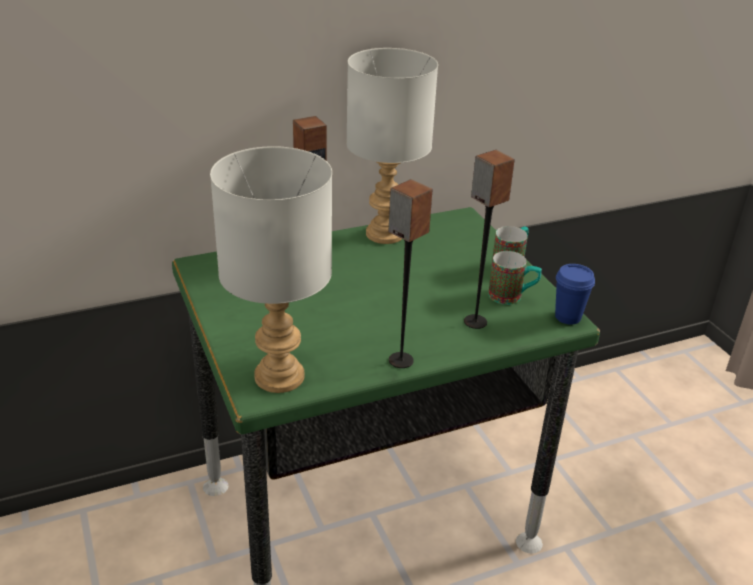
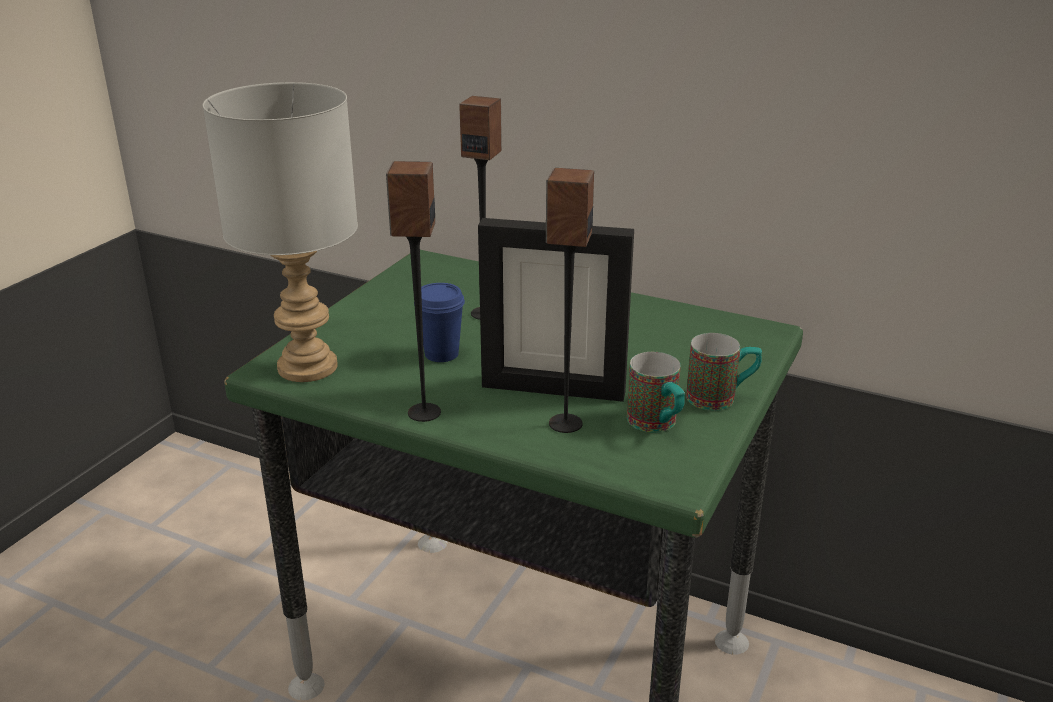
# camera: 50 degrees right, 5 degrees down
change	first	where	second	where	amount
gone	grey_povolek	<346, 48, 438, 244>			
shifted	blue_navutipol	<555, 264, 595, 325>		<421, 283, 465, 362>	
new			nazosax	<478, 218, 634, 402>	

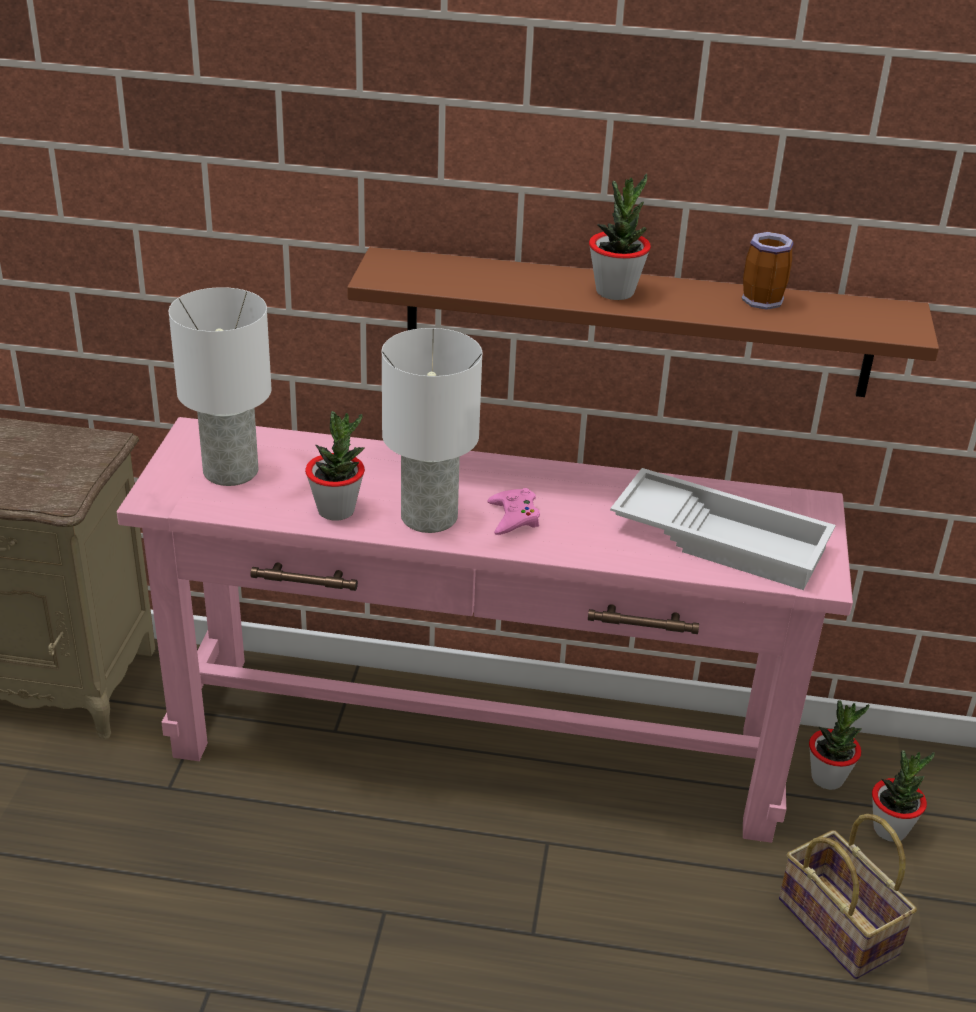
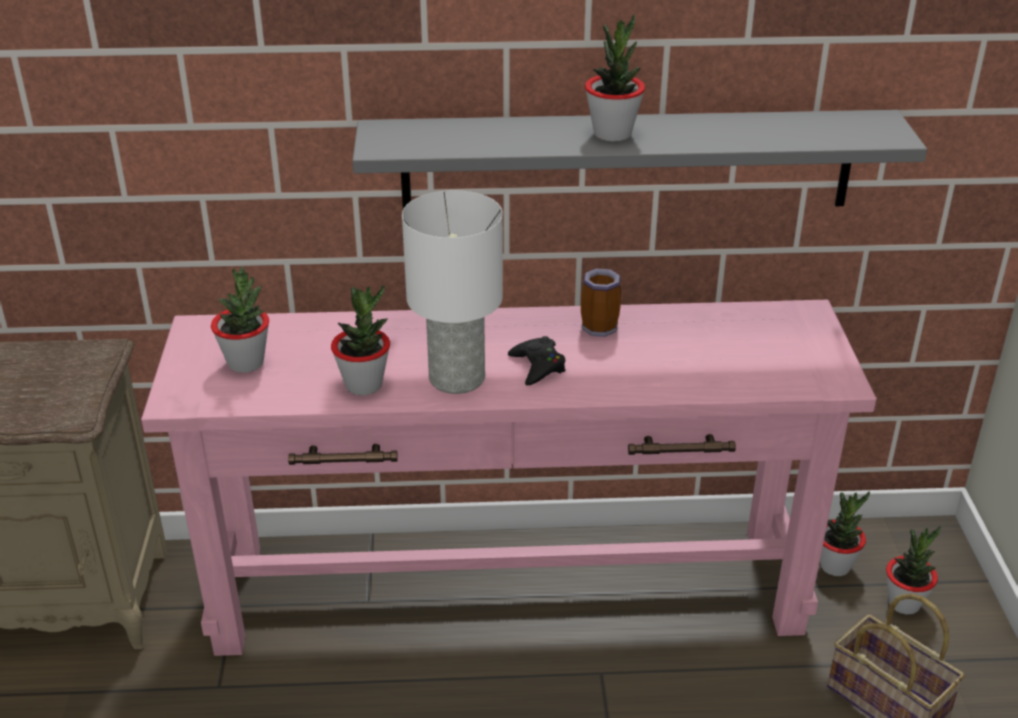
# camera: 10 degrees left, 0 degrees up
change	first	where	second	where	amount
swapped	white_povolek	<169, 287, 271, 486>	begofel	<211, 267, 269, 373>	
repainted	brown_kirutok	<347, 247, 939, 397>	grey_kirutok	<352, 110, 927, 209>	
repainted	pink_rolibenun	<487, 488, 540, 535>	black_rolibenun	<508, 336, 566, 385>	
gone	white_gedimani	<610, 468, 836, 590>			
shifted	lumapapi	<742, 232, 794, 310>		<581, 268, 621, 337>	

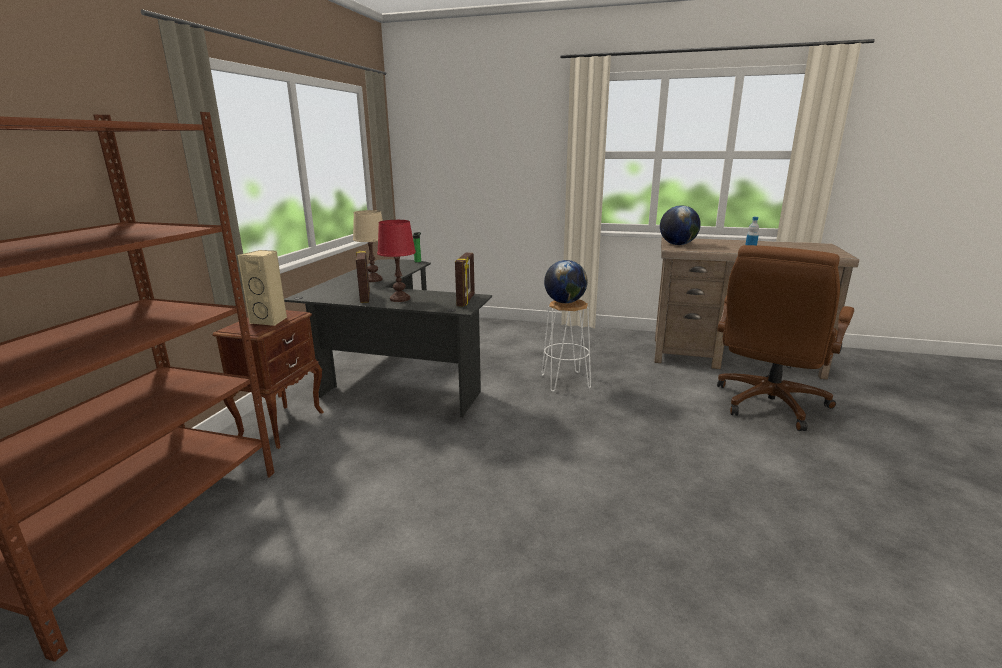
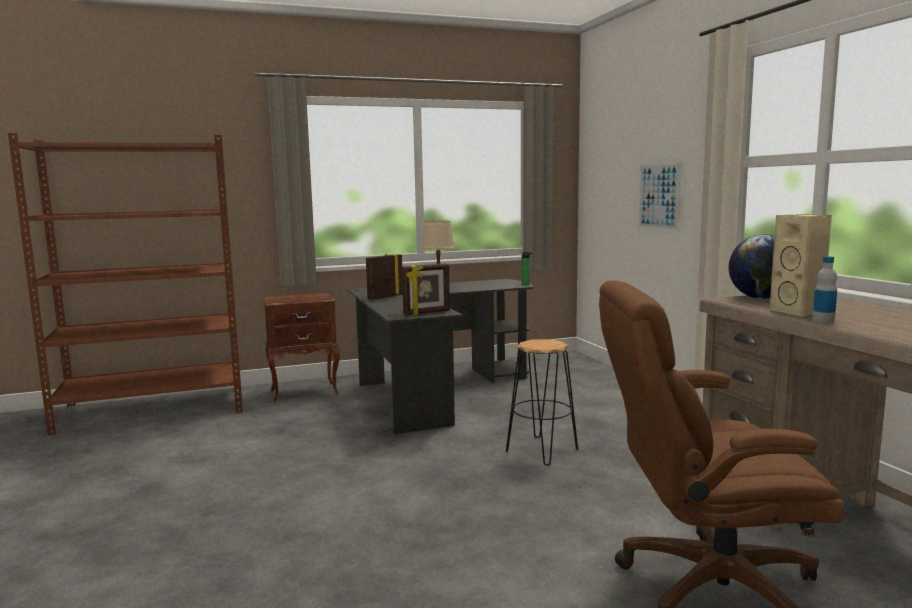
# camera: 55 degrees right, 10 degrees down
change	first	where	second	where	amount
shifted	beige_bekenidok	<238, 250, 287, 326>		<769, 214, 832, 317>	
gone	red_povolek	<377, 220, 416, 302>			
repainted	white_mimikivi	<541, 300, 591, 392>	black_mimikivi	<506, 339, 578, 466>	
gone	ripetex	<544, 260, 588, 303>			
new			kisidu	<638, 162, 681, 231>	

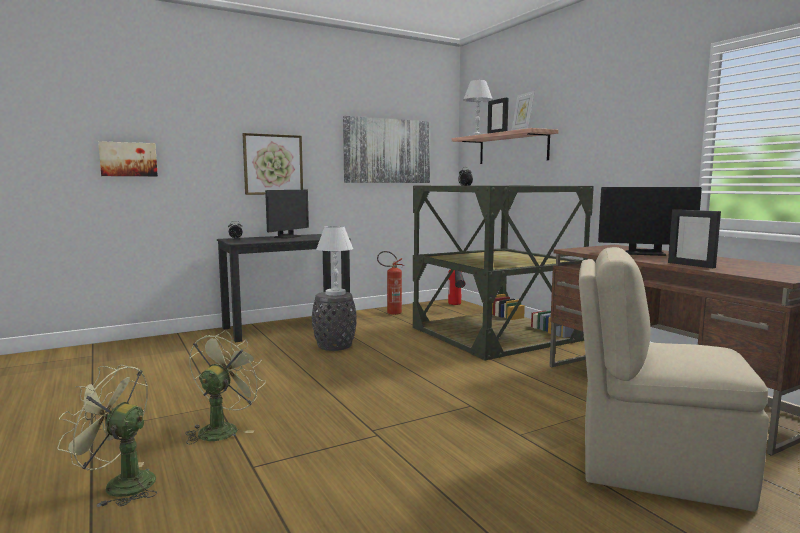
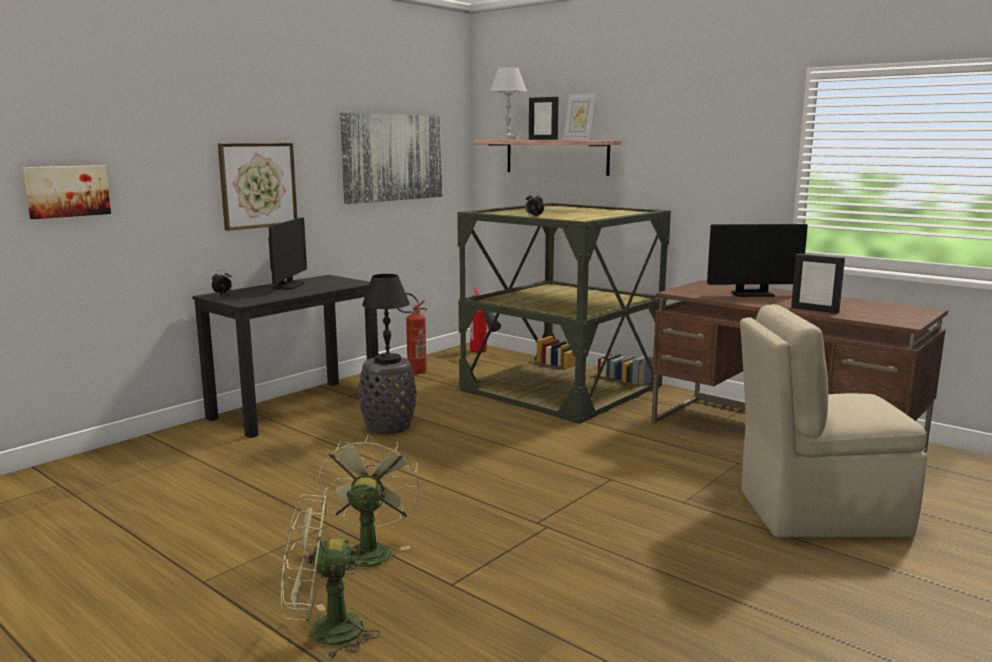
# camera: 20 degrees left, 5 degrees up
change	first	where	second	where	amount
repainted	white_povolek	<317, 226, 353, 296>	black_povolek	<362, 274, 410, 364>	

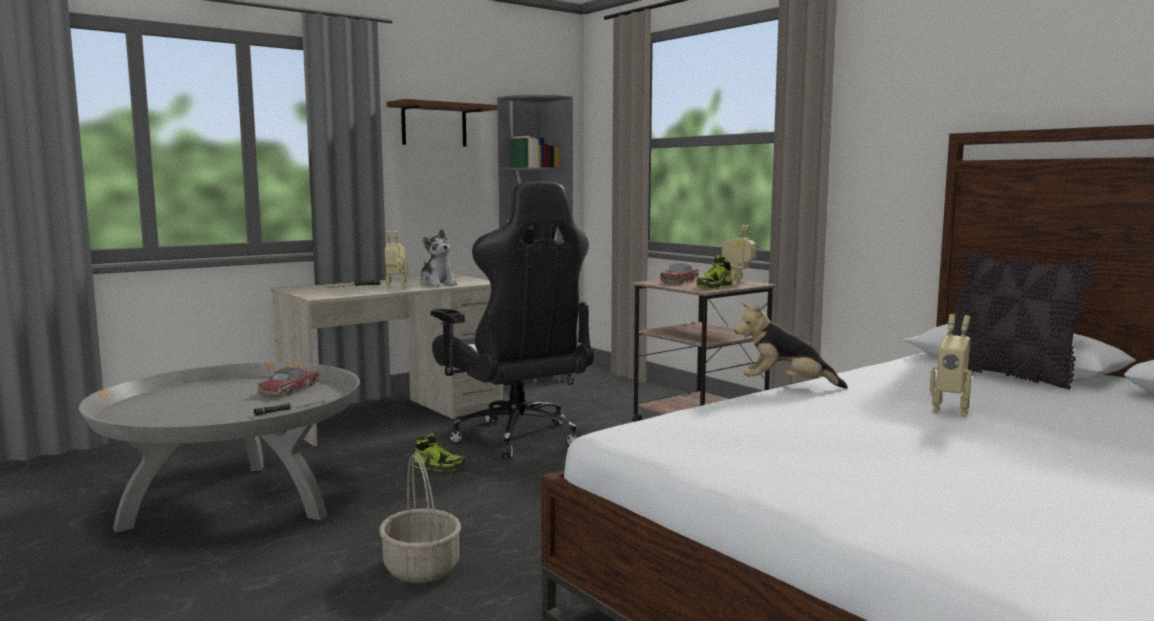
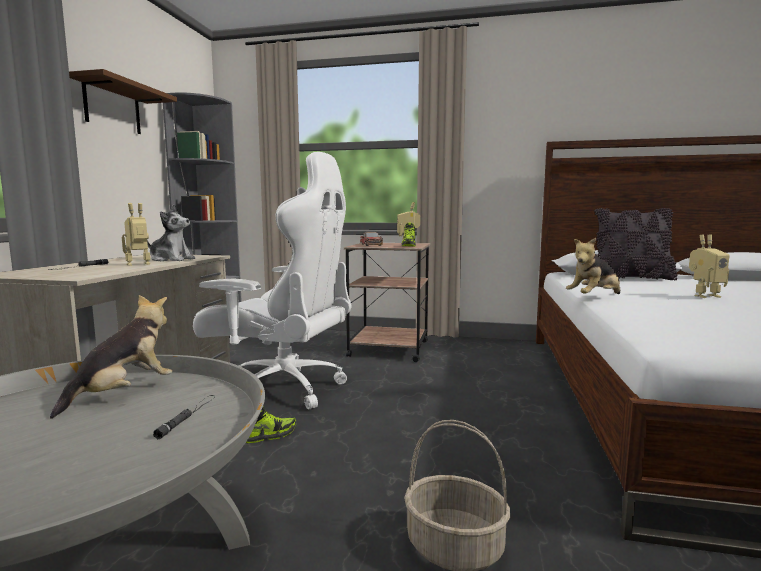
# camera: 40 degrees left, 0 degrees up
change	first	where	second	where	amount
swapped	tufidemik	<258, 367, 319, 396>	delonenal	<50, 295, 172, 419>	
repainted	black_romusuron	<430, 181, 594, 458>	white_romusuron	<193, 152, 351, 409>	

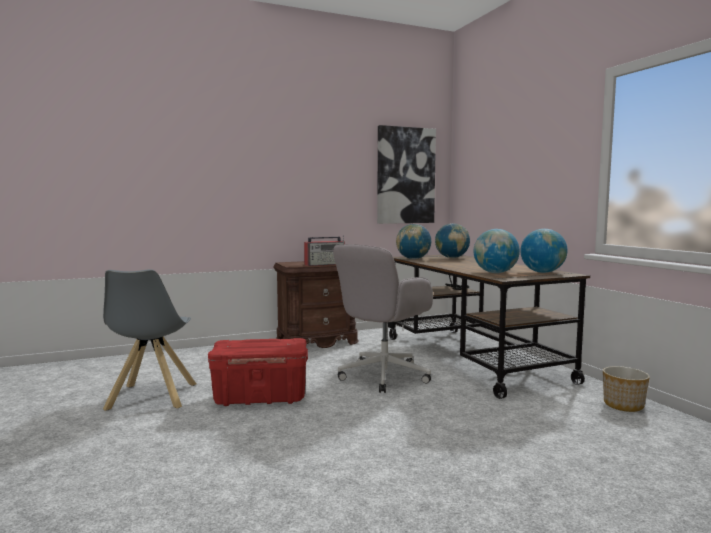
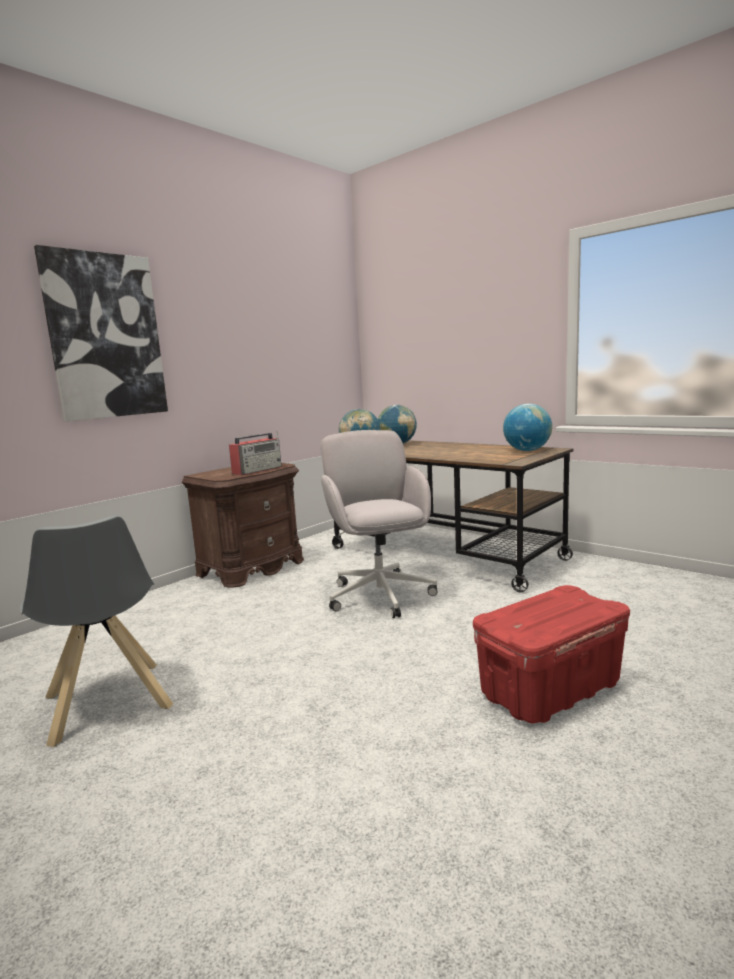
# camera: 25 degrees left, 5 degrees up
change	first	where	second	where	amount
shifted	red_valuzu	<208, 338, 308, 406>		<473, 585, 630, 724>	
rotated	grey_romusuron	<333, 244, 433, 393>		<321, 430, 437, 618>	150 degrees clockwise
shifted	kisidu	<377, 125, 436, 224>		<34, 245, 168, 421>	
gone	ripetex	<474, 229, 520, 273>			
gone	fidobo	<603, 366, 650, 412>			

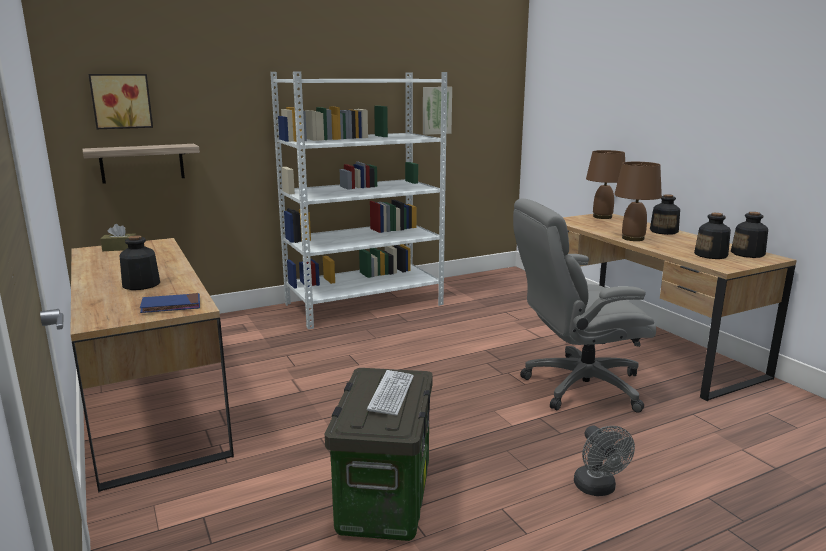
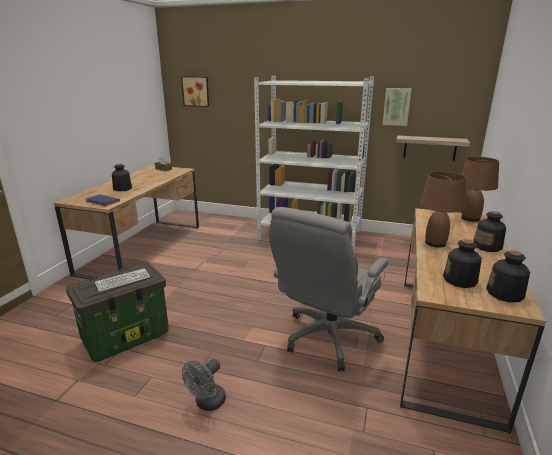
# camera: 45 degrees right, 5 degrees up
change	first	where	second	where	amount
shifted	kirutok	<82, 144, 200, 184>		<396, 136, 470, 161>	
rotated	grey_romusuron	<513, 199, 656, 413>		<269, 207, 389, 371>	90 degrees counterclockwise

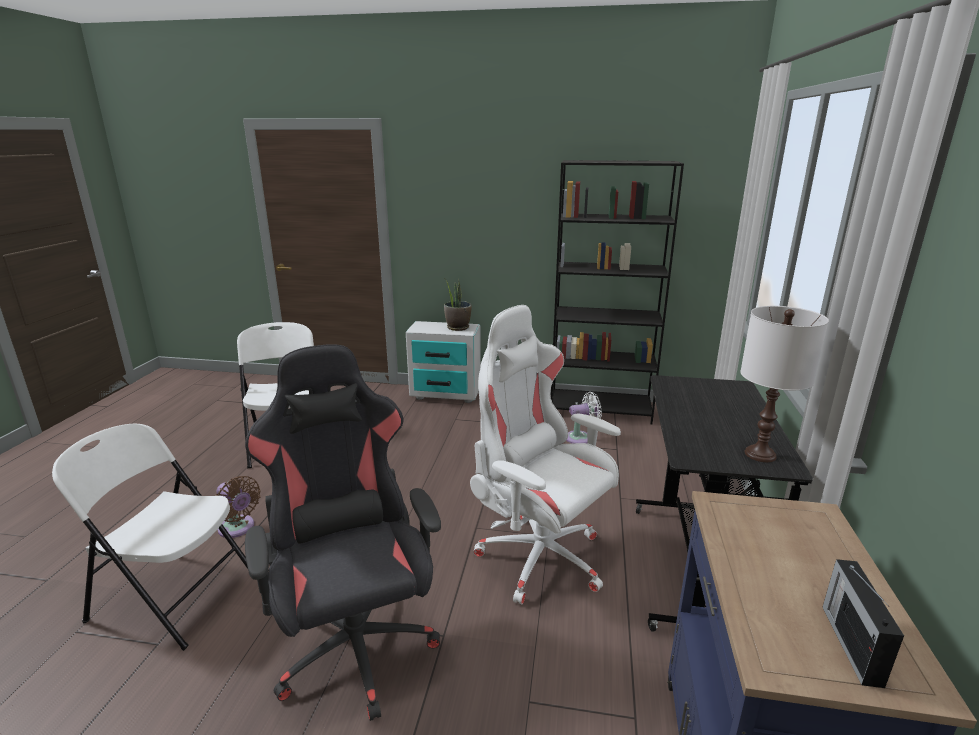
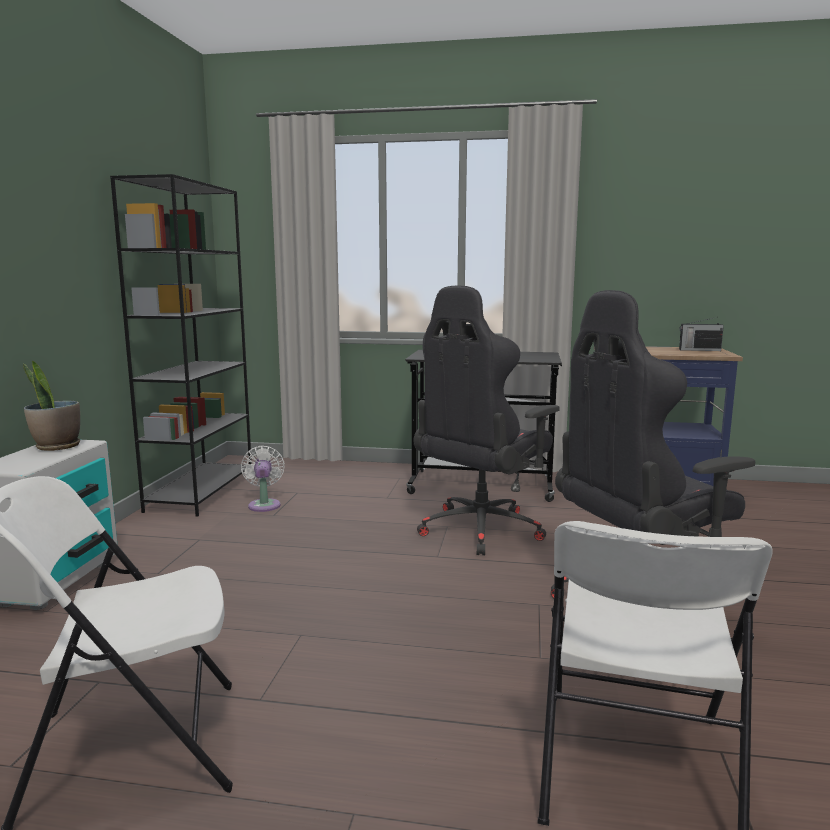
# camera: 90 degrees left, 10 degrees down
change	first	where	second	where	amount
gone	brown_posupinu	<216, 476, 261, 538>			
repainted	white_romusuron	<470, 305, 621, 604>	black_romusuron	<414, 286, 560, 555>	
gone	white_povolek	<740, 306, 829, 462>			

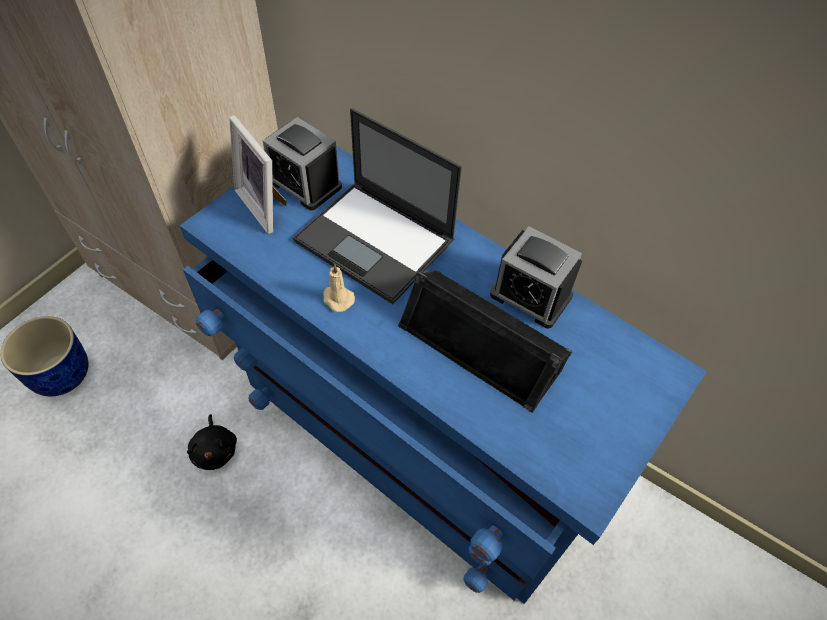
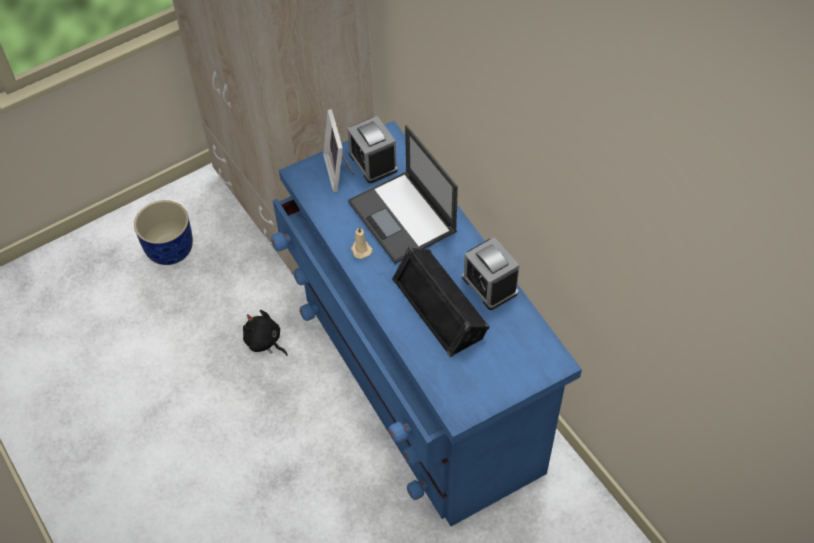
# camera: 25 degrees right, 0 degrees up
change	first	where	second	where	amount
rotated	black_delonenal	<187, 414, 237, 470>		<243, 310, 288, 356>	120 degrees clockwise

